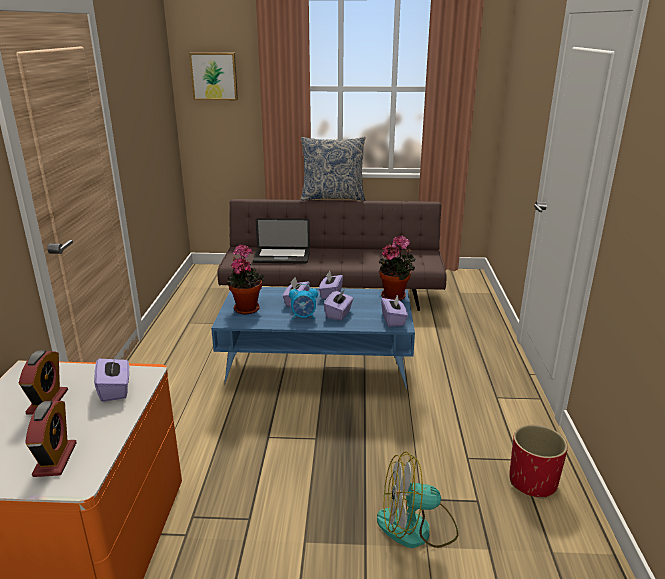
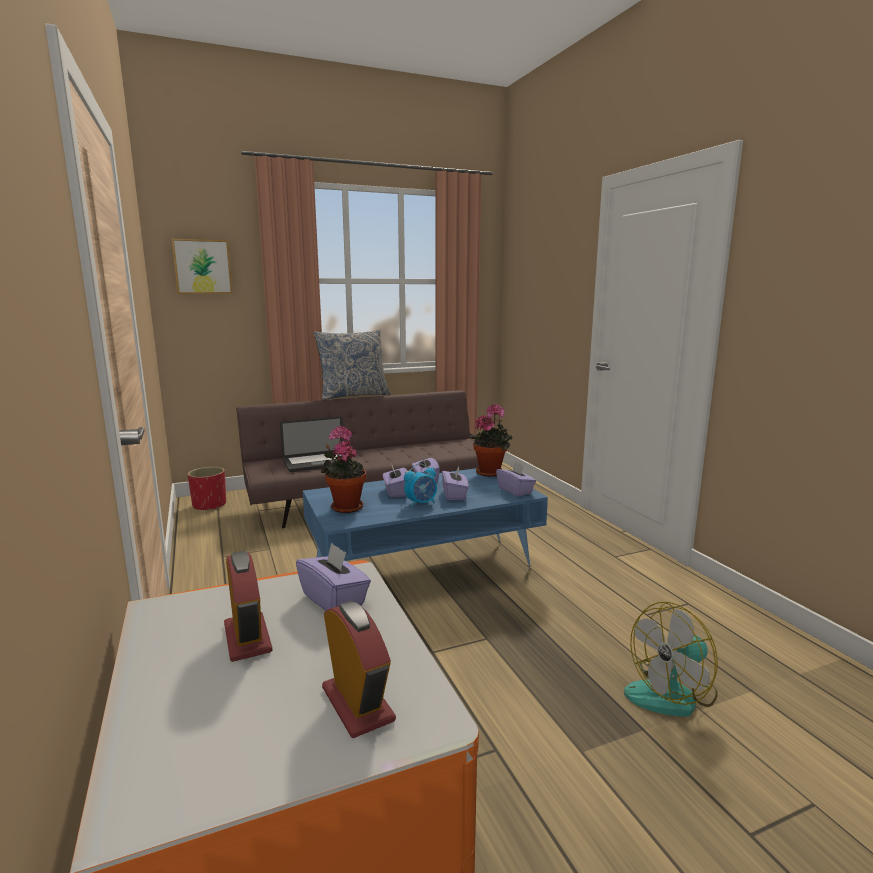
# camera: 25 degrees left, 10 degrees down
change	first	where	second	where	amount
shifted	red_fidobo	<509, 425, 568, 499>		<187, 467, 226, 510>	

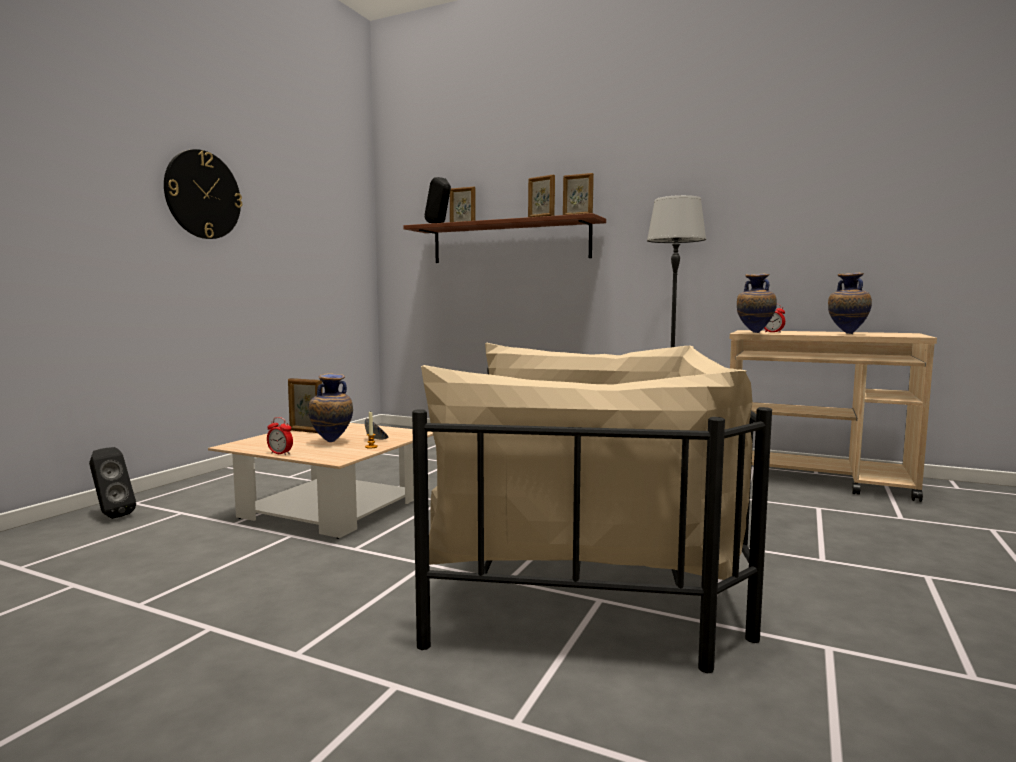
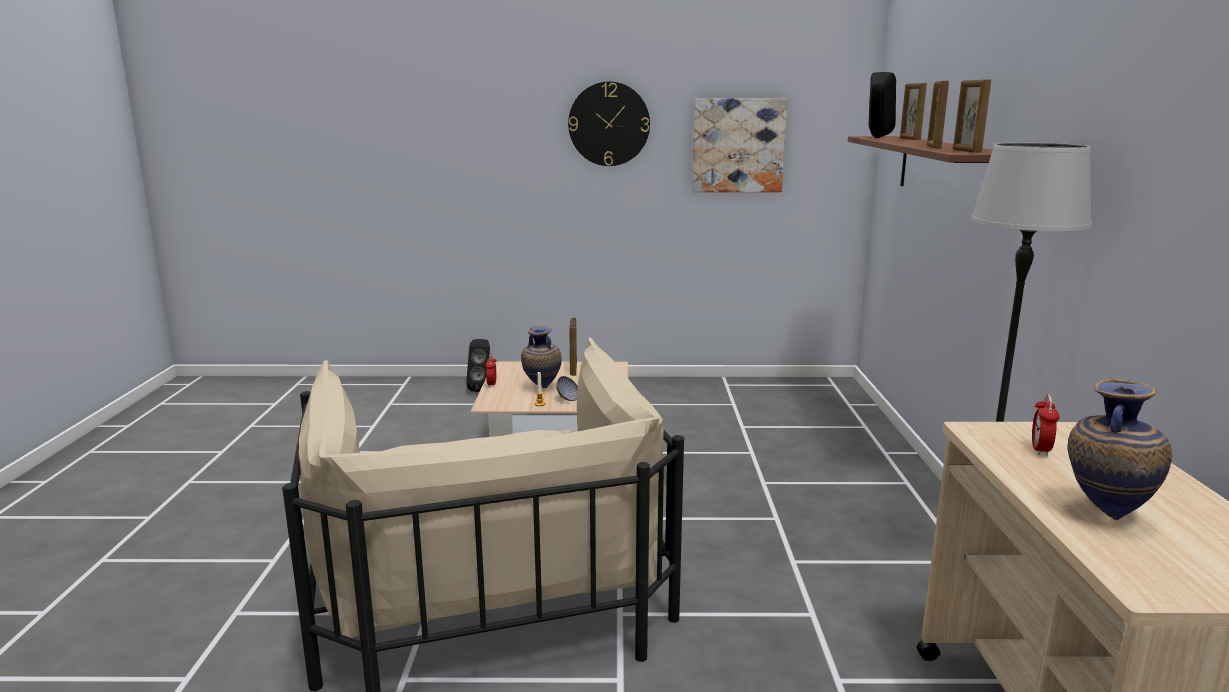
# camera: 65 degrees right, 10 degrees up
change	first	where	second	where	amount
gone	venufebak	<737, 274, 777, 333>			
new			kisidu	<692, 99, 787, 192>	

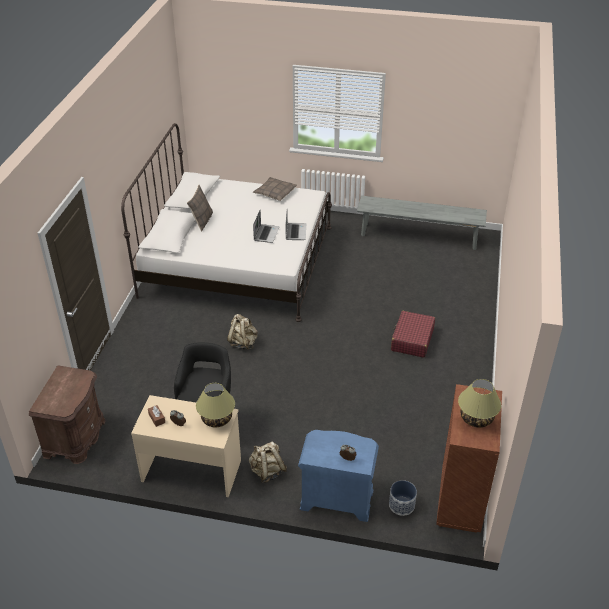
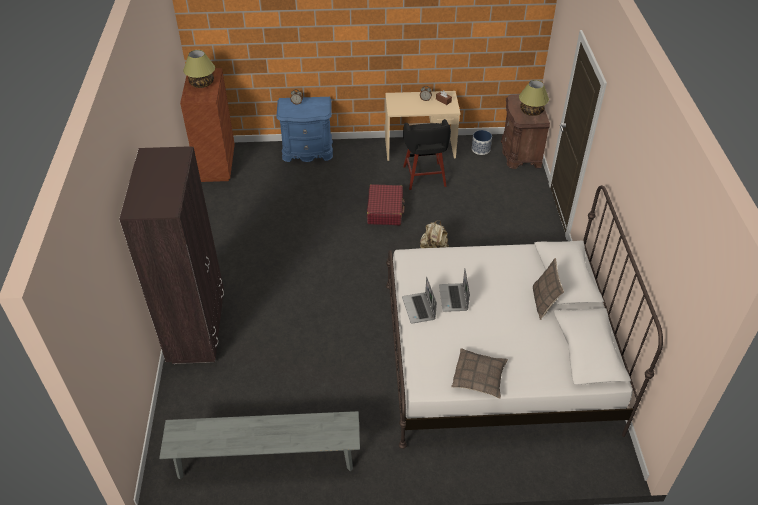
# camera: 165 degrees right, 5 degrees up
change	first	where	second	where	amount
shifted	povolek	<196, 383, 235, 427>		<519, 80, 549, 116>	
gone	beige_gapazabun	<249, 441, 287, 483>			
shifted	fidobo	<389, 480, 417, 516>		<472, 130, 492, 155>	
shifted	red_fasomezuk	<391, 311, 435, 358>		<367, 184, 405, 225>	
new			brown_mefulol	<119, 146, 224, 364>	

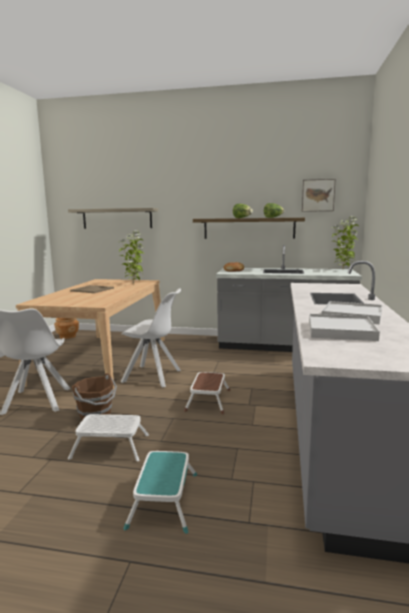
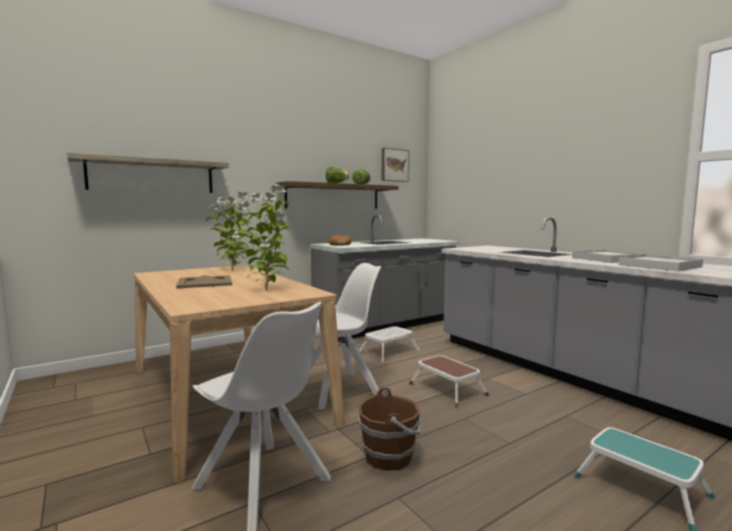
# camera: 45 degrees left, 5 degrees down
change	first	where	second	where	amount
gone	brown_fidobo	<54, 318, 79, 339>			
shifted	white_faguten	<68, 414, 149, 462>		<359, 326, 420, 362>	
shifted	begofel	<331, 216, 359, 269>		<235, 184, 290, 290>	

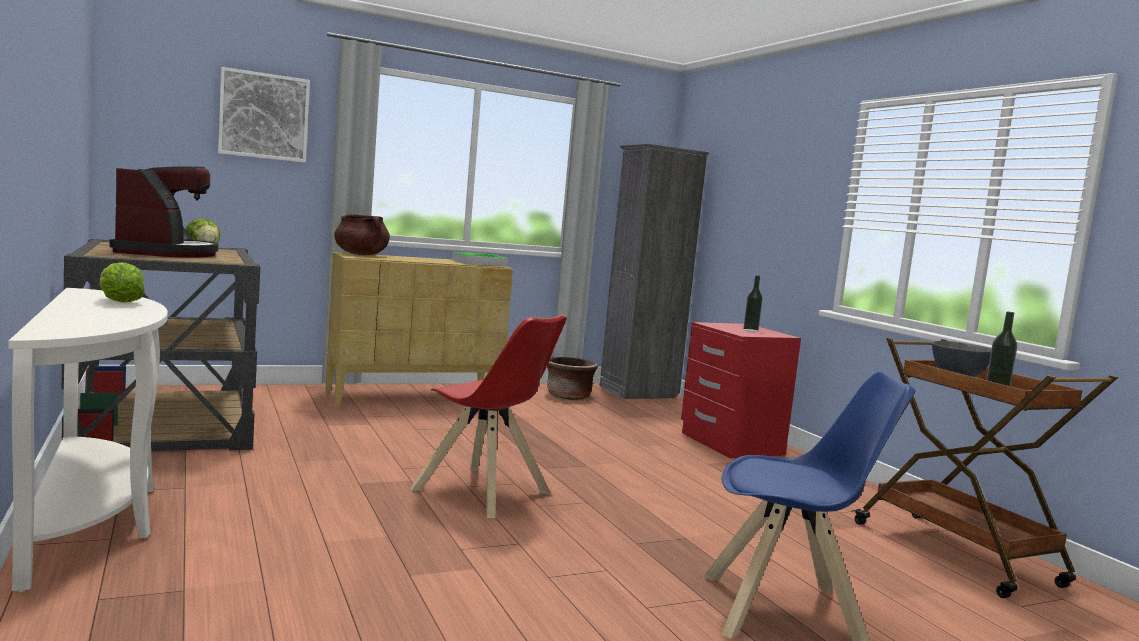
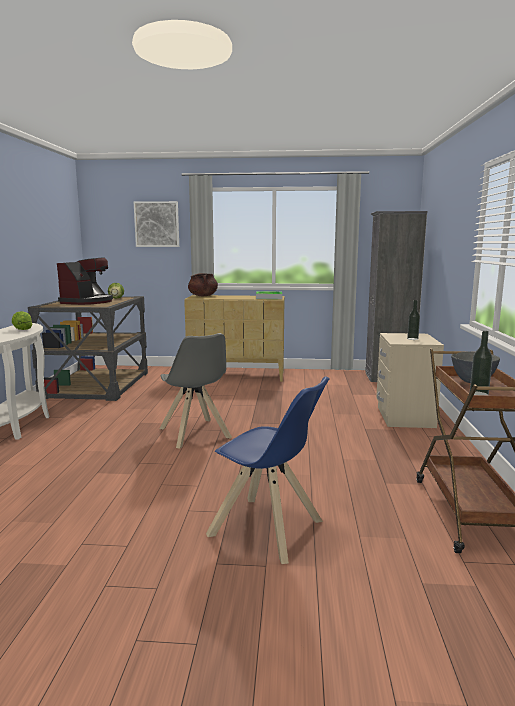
# camera: 30 degrees right, 5 degrees up
change	first	where	second	where	amount
repainted	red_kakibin	<411, 314, 567, 518>	grey_kakibin	<159, 333, 232, 449>	
gone	brown_fidobo	<547, 357, 598, 400>			
repainted	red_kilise	<681, 322, 801, 459>	beige_kilise	<376, 333, 444, 428>	

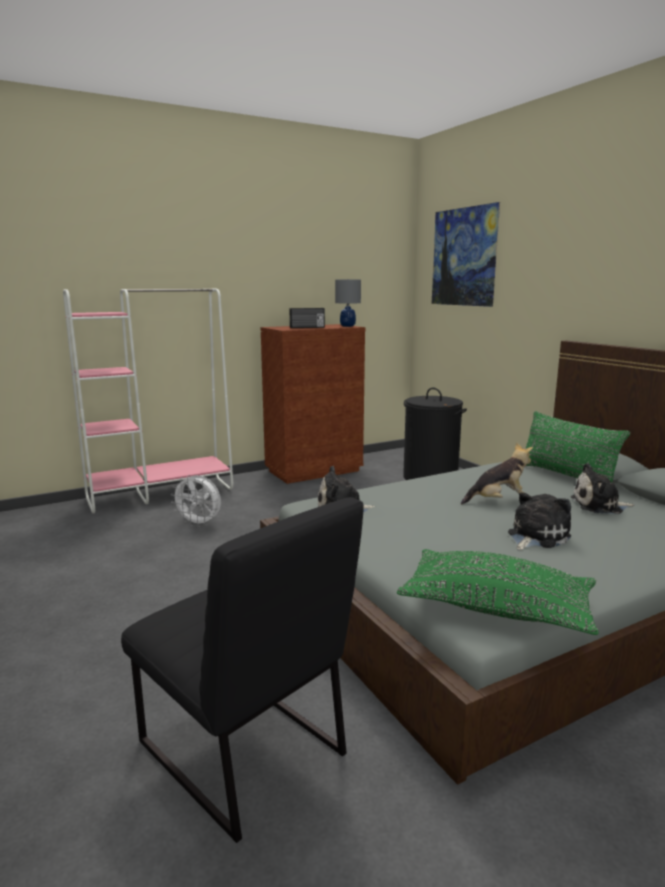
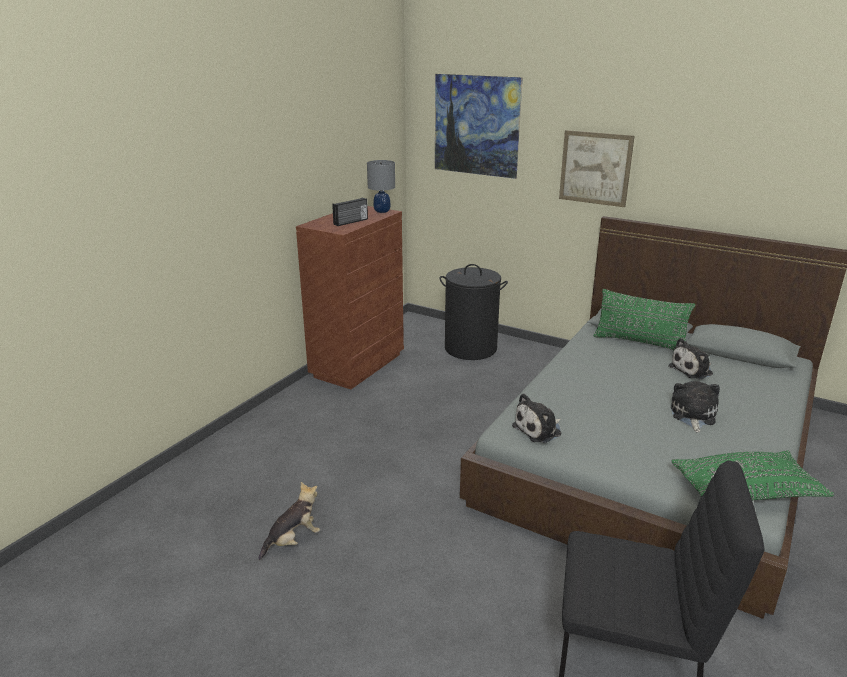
# camera: 30 degrees left, 10 degrees up
change	first	where	second	where	amount
gone	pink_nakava	<63, 289, 233, 513>			
gone	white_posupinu	<171, 475, 221, 527>			
shifted	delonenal	<461, 442, 533, 505>		<258, 482, 320, 560>	
new			kisidu	<559, 130, 635, 207>	

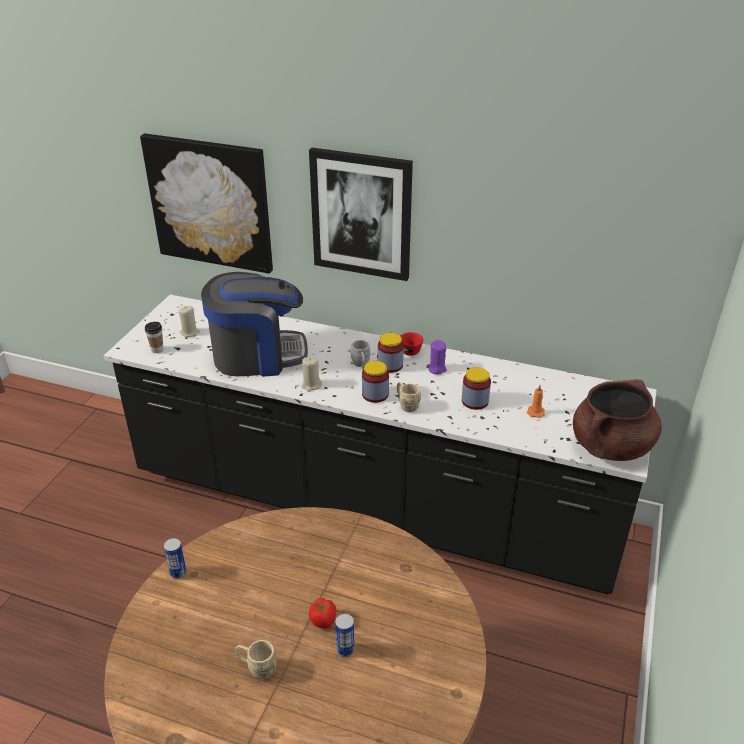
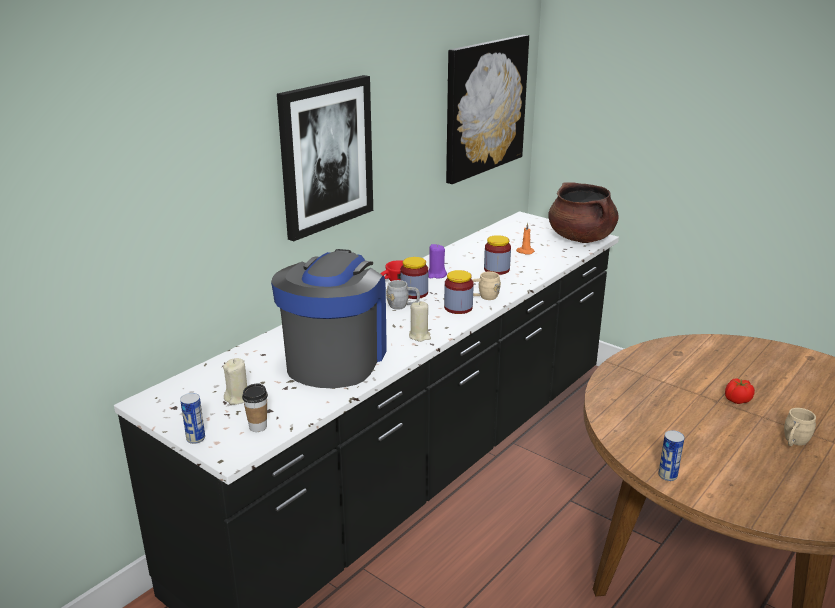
# camera: 70 degrees left, 10 degrees down
change	first	where	second	where	amount
shifted	kisidu	<140, 133, 273, 274>		<446, 35, 529, 184>	
shifted	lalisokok	<335, 613, 354, 657>		<180, 393, 205, 444>	

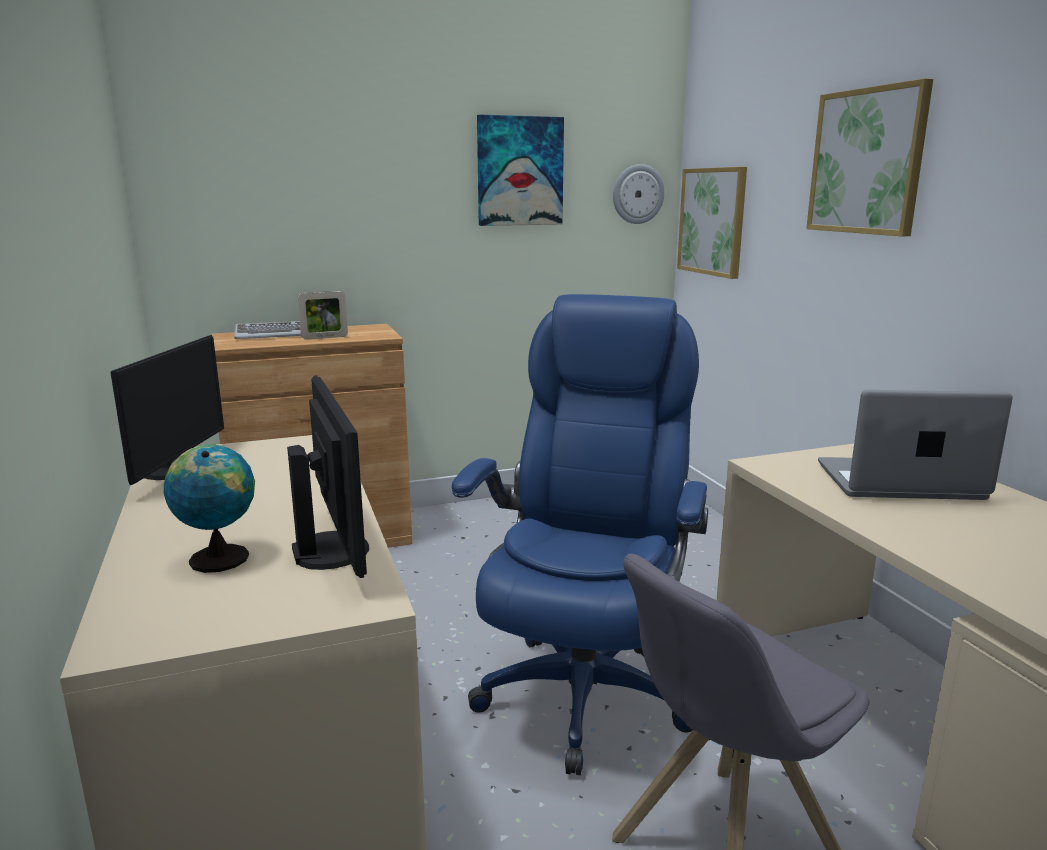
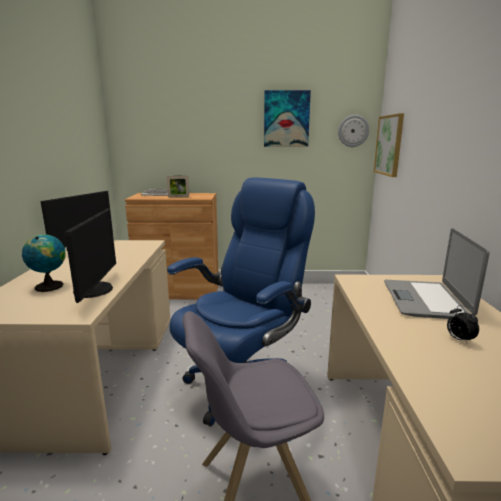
# camera: 20 degrees right, 0 degrees up
change	first	where	second	where	amount
gone	kisidu	<806, 78, 933, 236>			
rotated	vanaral	<818, 390, 1013, 500>		<384, 228, 490, 319>	105 degrees counterclockwise
new			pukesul	<447, 305, 479, 345>	

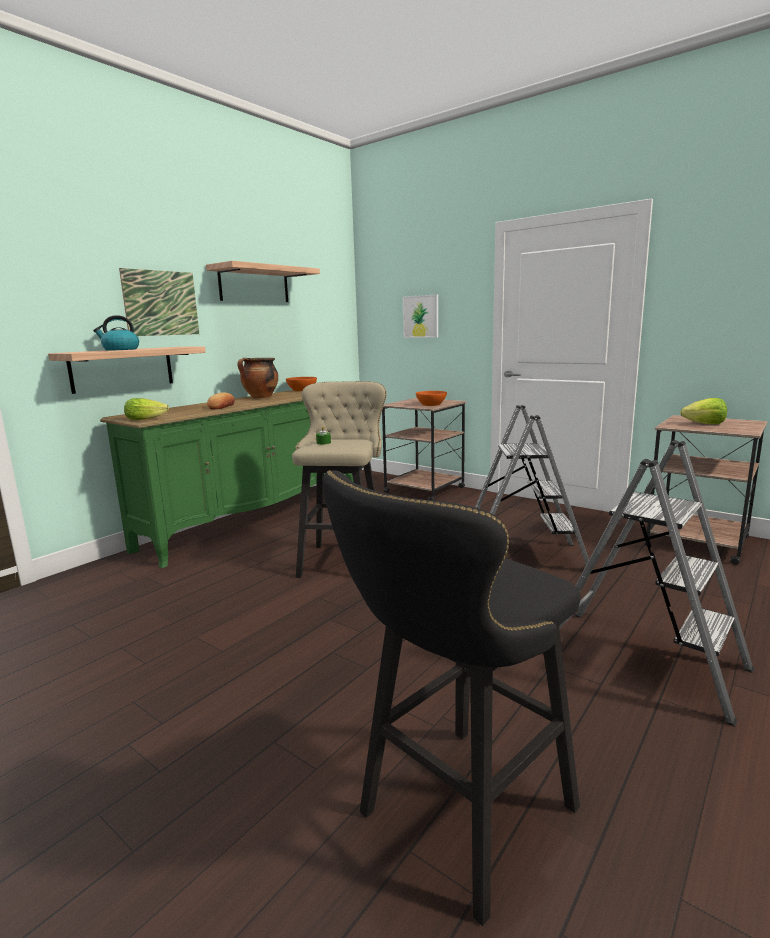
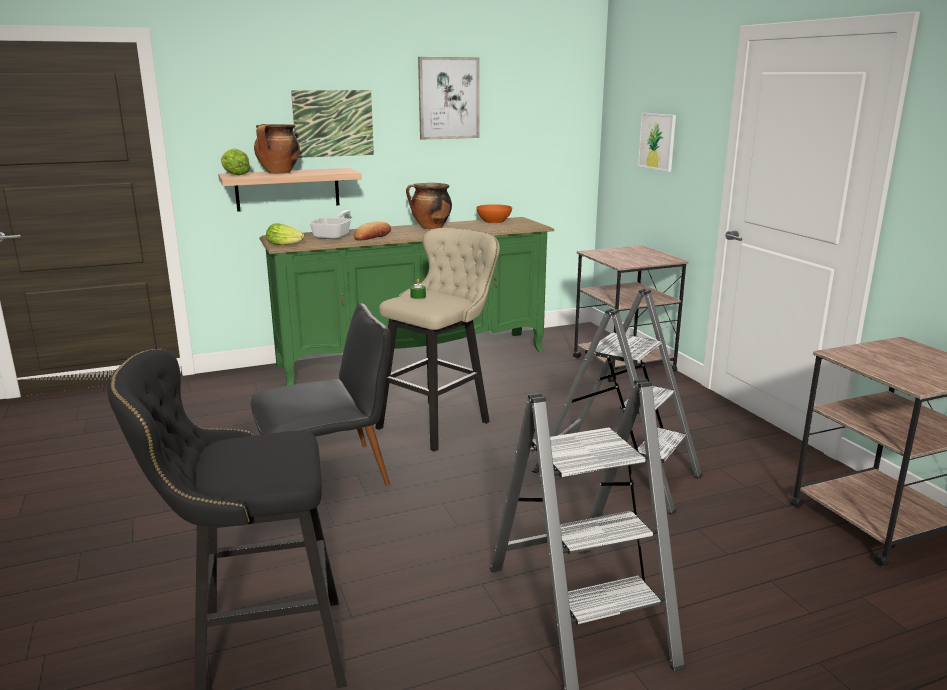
# camera: 30 degrees right, 5 degrees up
change	first	where	second	where	amount
swapped	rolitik	<93, 315, 139, 351>	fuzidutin	<254, 124, 300, 174>	
swapped	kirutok	<206, 261, 320, 302>	kisidu	<418, 57, 480, 140>	
gone	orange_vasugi	<416, 391, 447, 406>			
shifted	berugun	<680, 398, 727, 424>		<221, 148, 250, 176>	
new			black_kakibin	<250, 303, 390, 486>	
new			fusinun	<309, 210, 351, 239>	

